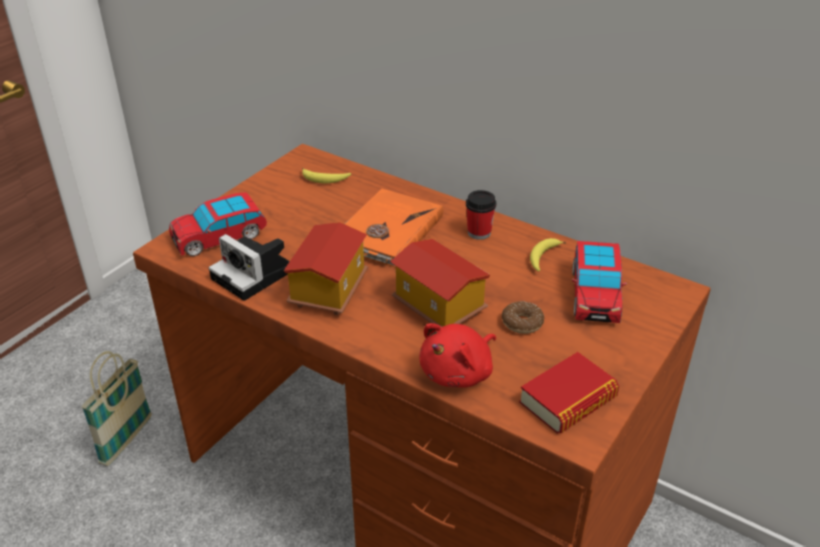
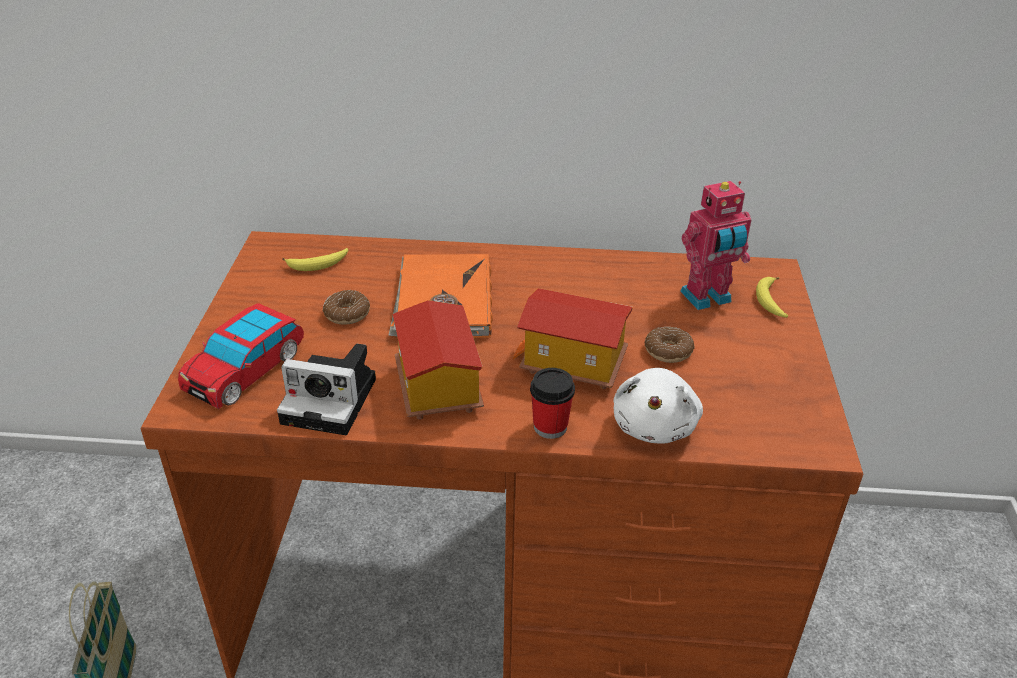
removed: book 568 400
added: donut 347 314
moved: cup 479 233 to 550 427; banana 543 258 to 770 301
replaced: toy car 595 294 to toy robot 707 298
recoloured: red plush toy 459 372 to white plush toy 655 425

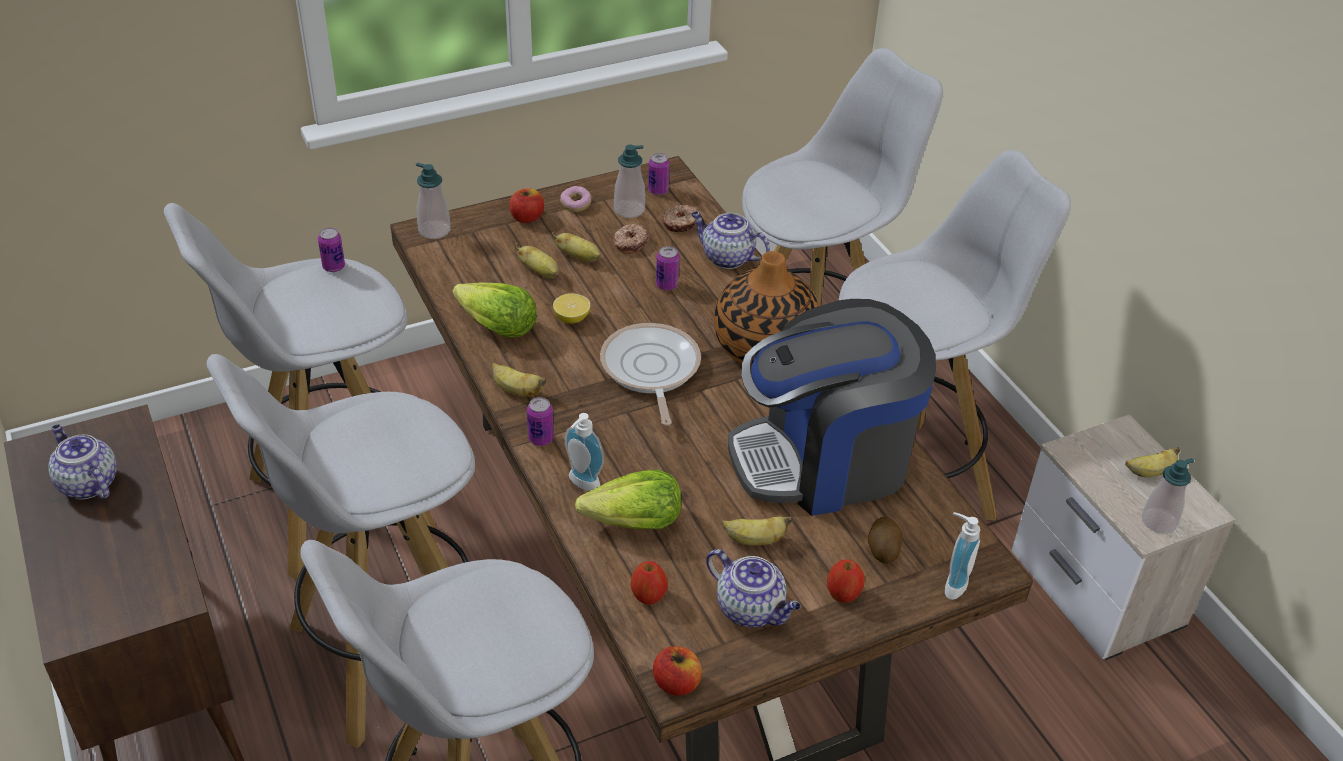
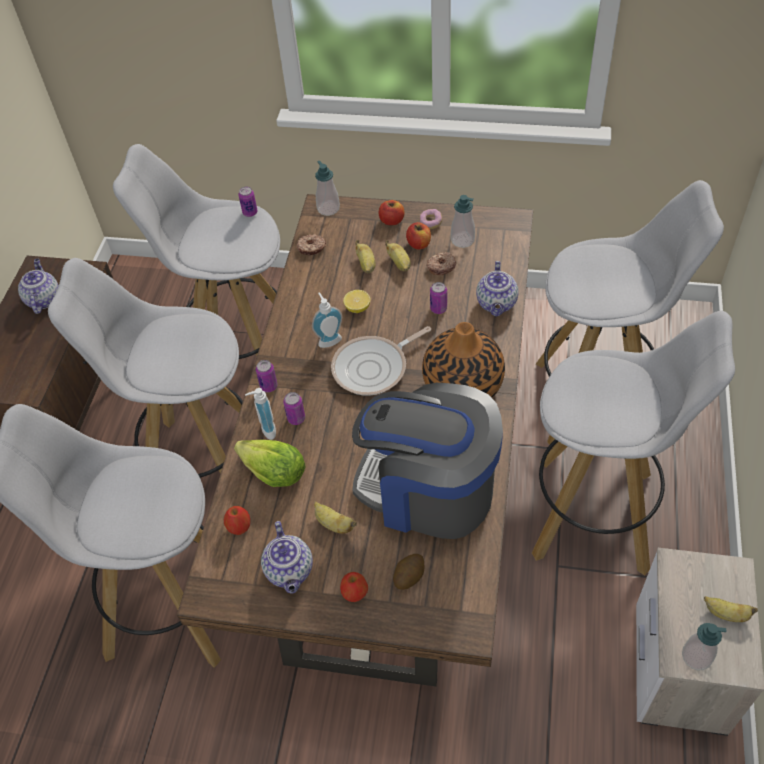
removed: lettuce 496 327; banana 516 391
moved: can 658 190 to 296 418; apple 676 683 to 419 244; donut 681 223 to 311 248; soap dispenser 951 584 to 328 339
turned: frying pan 650 370 = 374 368 150 degrees counterclockwise; teapot 726 257 = 497 304 150 degrees counterclockwise

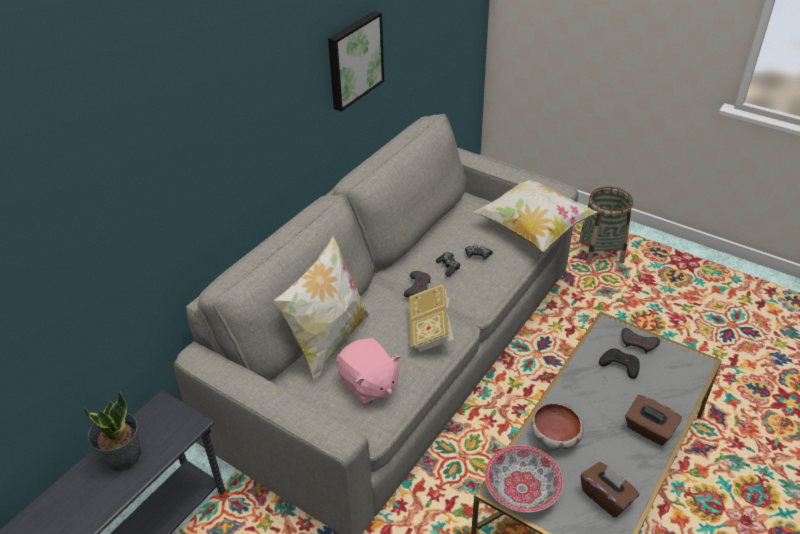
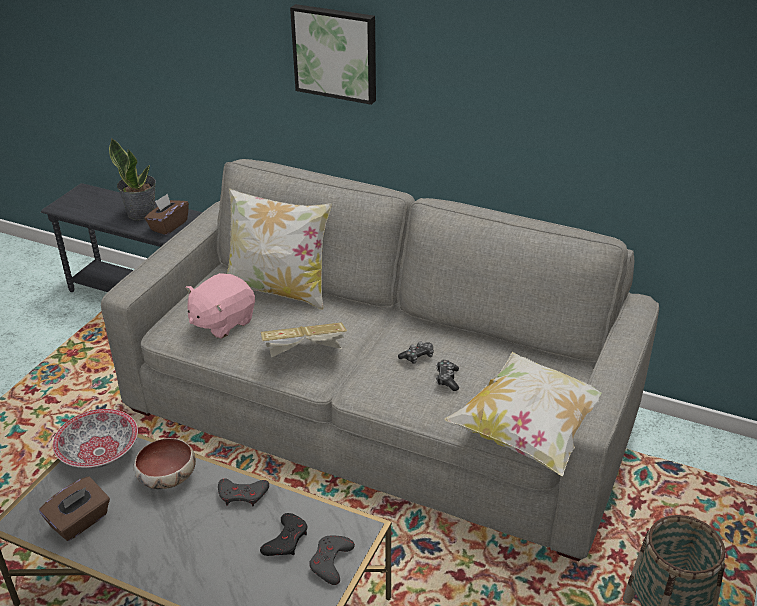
moved: picture 354 60 to 336 52; grey game controller 417 287 to 242 494; brown tissue box 649 430 to 168 226

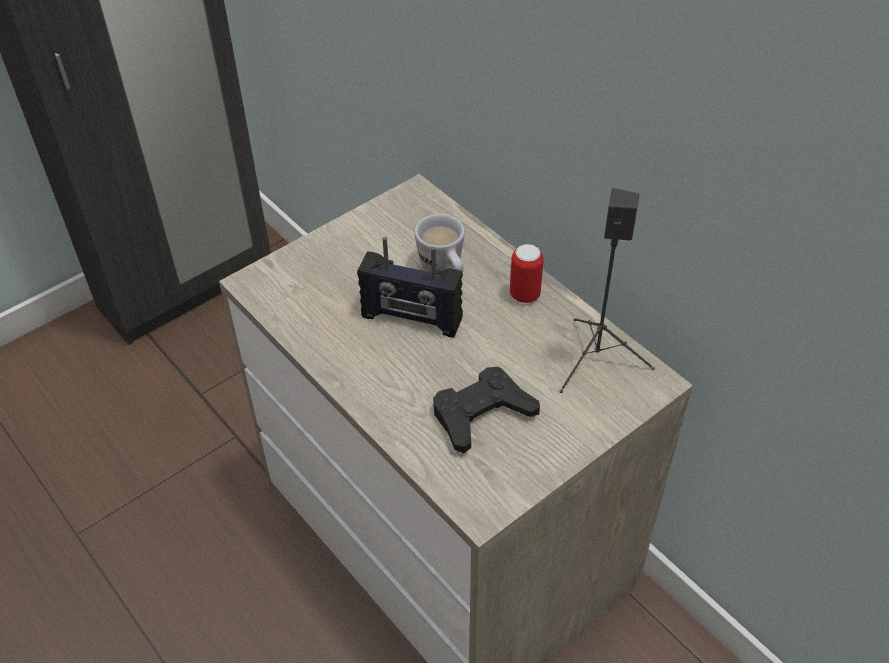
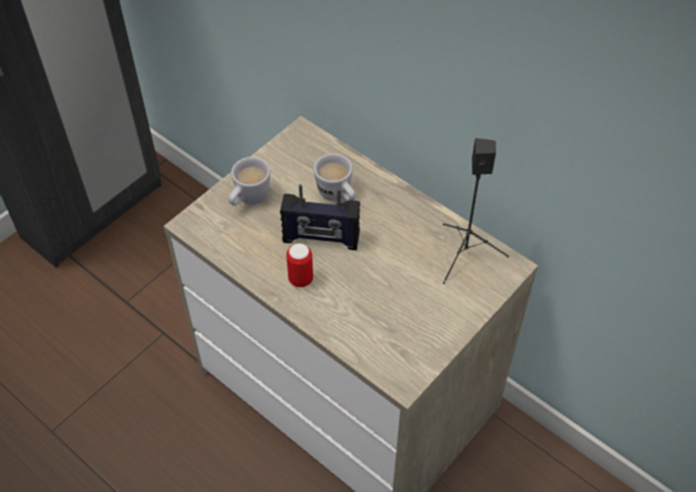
removed: black game controller 482 414
added: white mug 249 200
moved: can 524 295 to 300 279

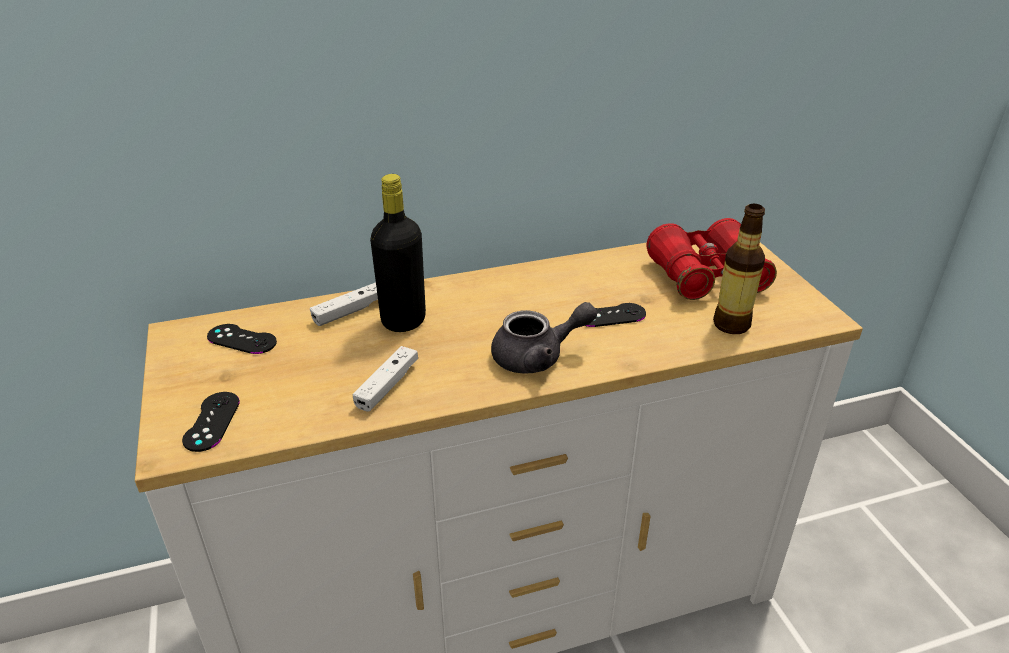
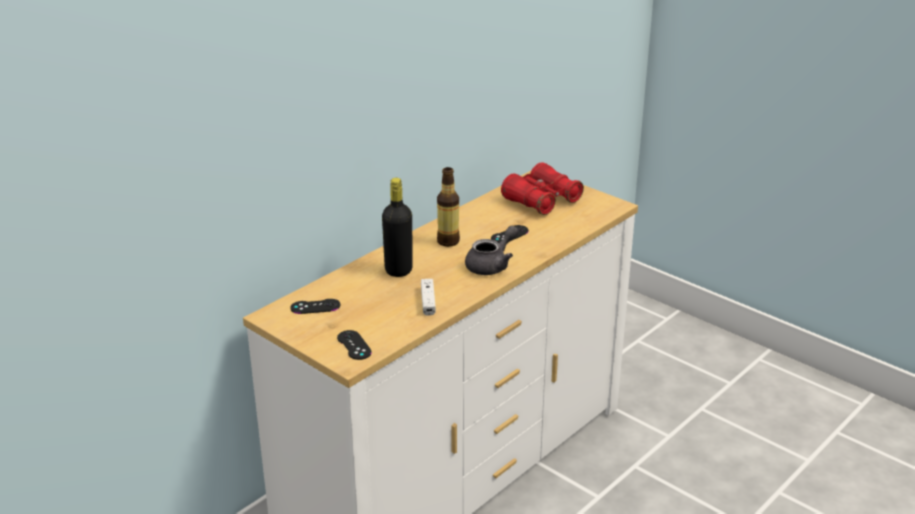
removed: white game controller 350 311
moved: bottle 731 324 to 448 241

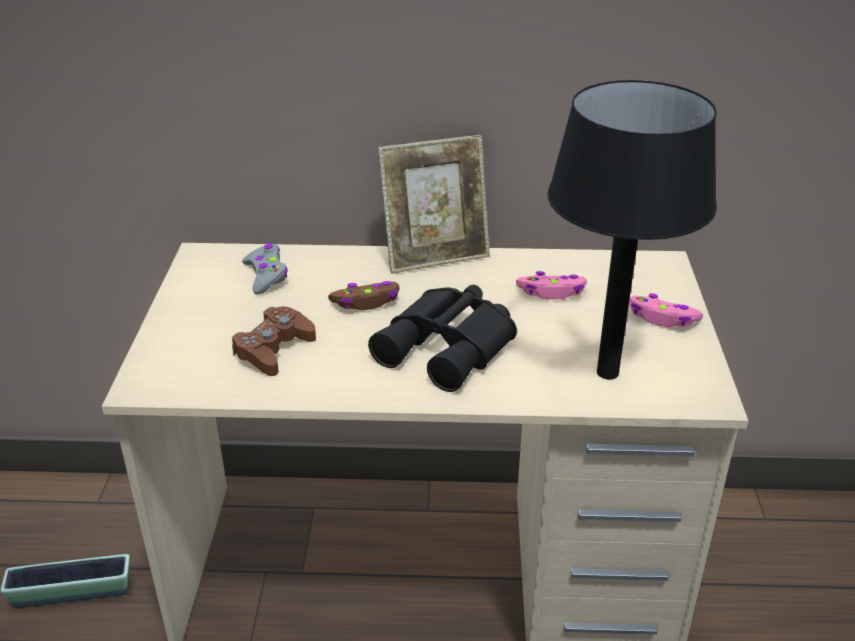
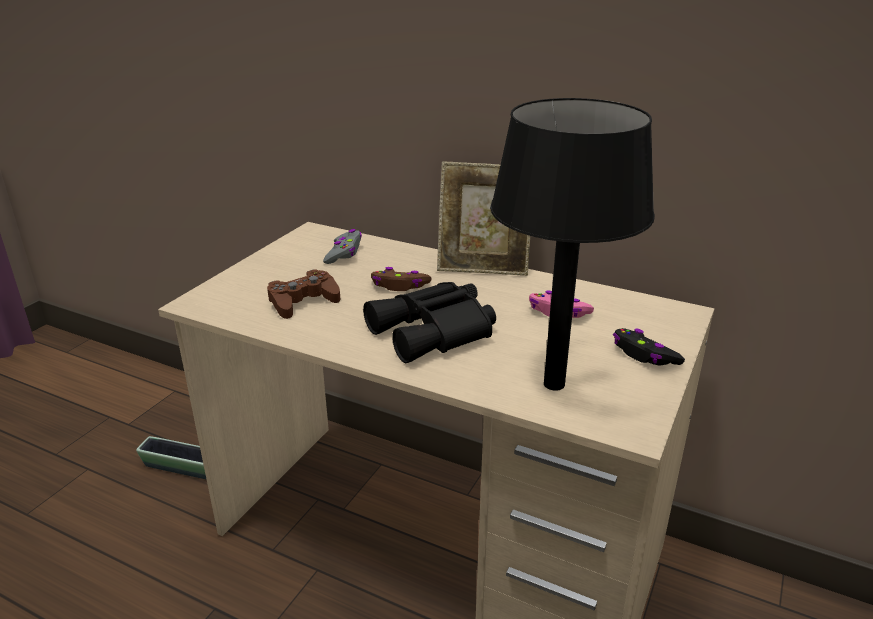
recoloured: pink game controller 662 318 to black game controller 644 355

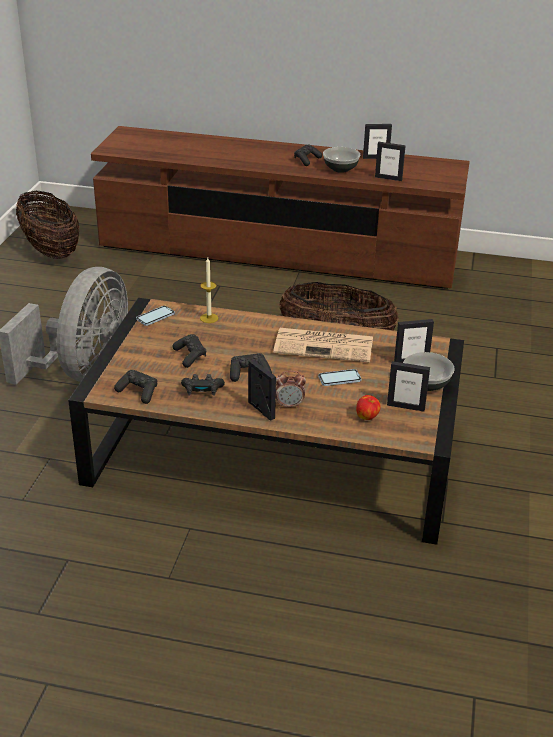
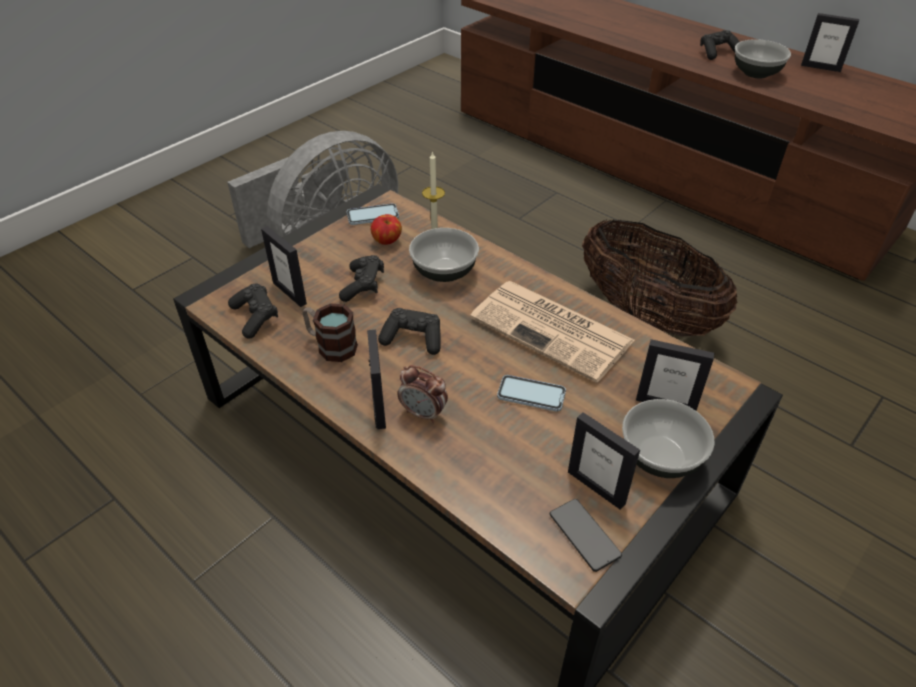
removed: basket 51 251
added: bowl 444 271; phone 584 535
moved: apple 367 417 to 387 241; picture frame 388 178 to 290 293
replaced: black game controller 202 391 to mug 331 345

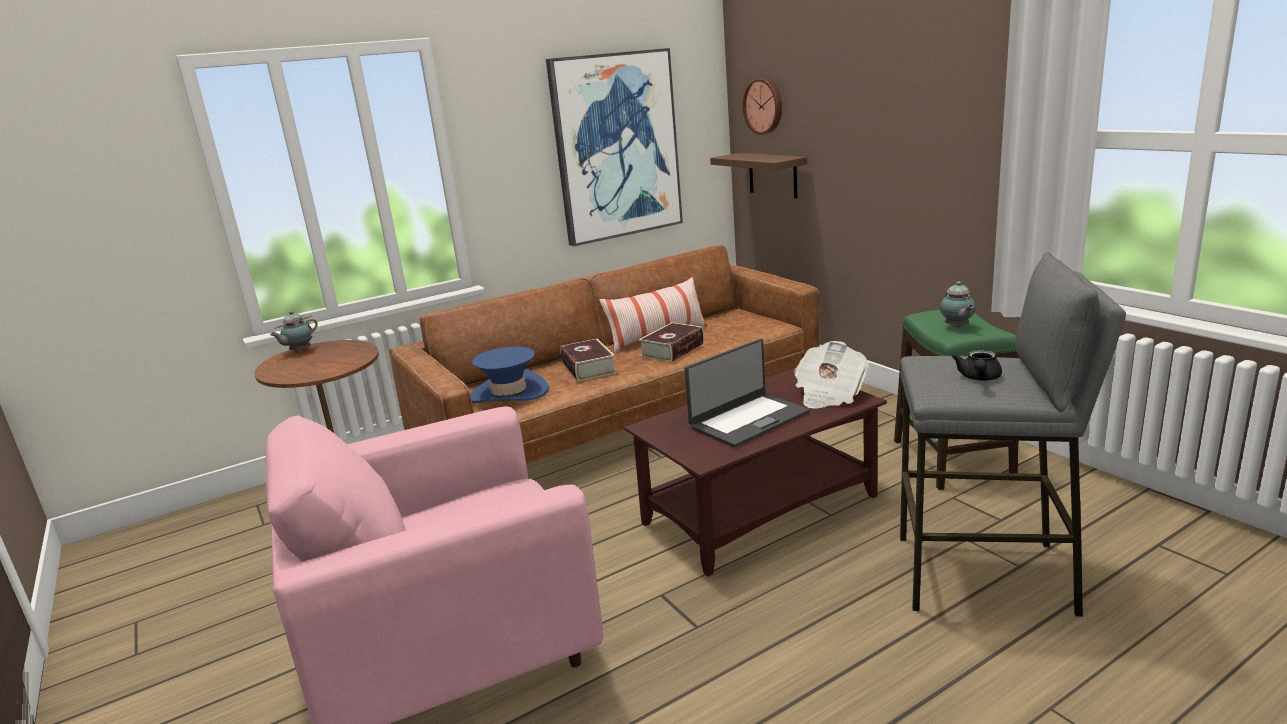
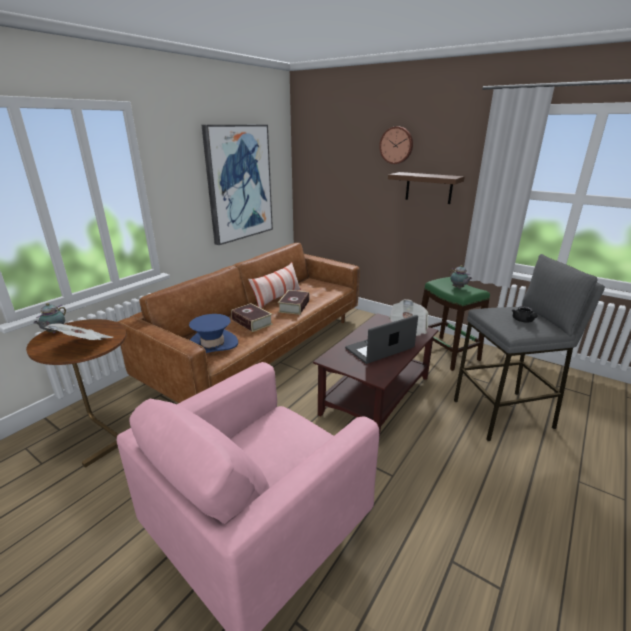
added: newspaper 84 344
moved: brown shelf 772 175 to 429 188; wall clock 764 106 to 396 145
turned: laptop 748 420 = 380 349 150 degrees counterclockwise

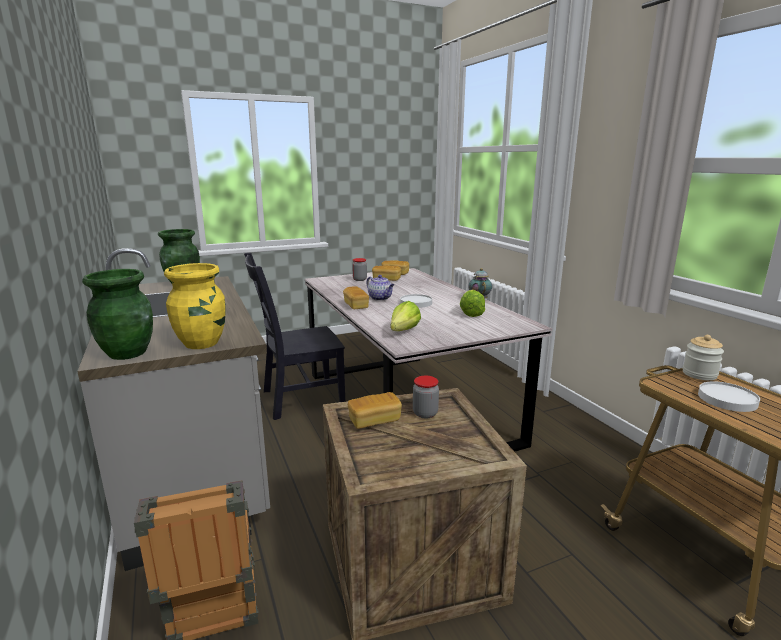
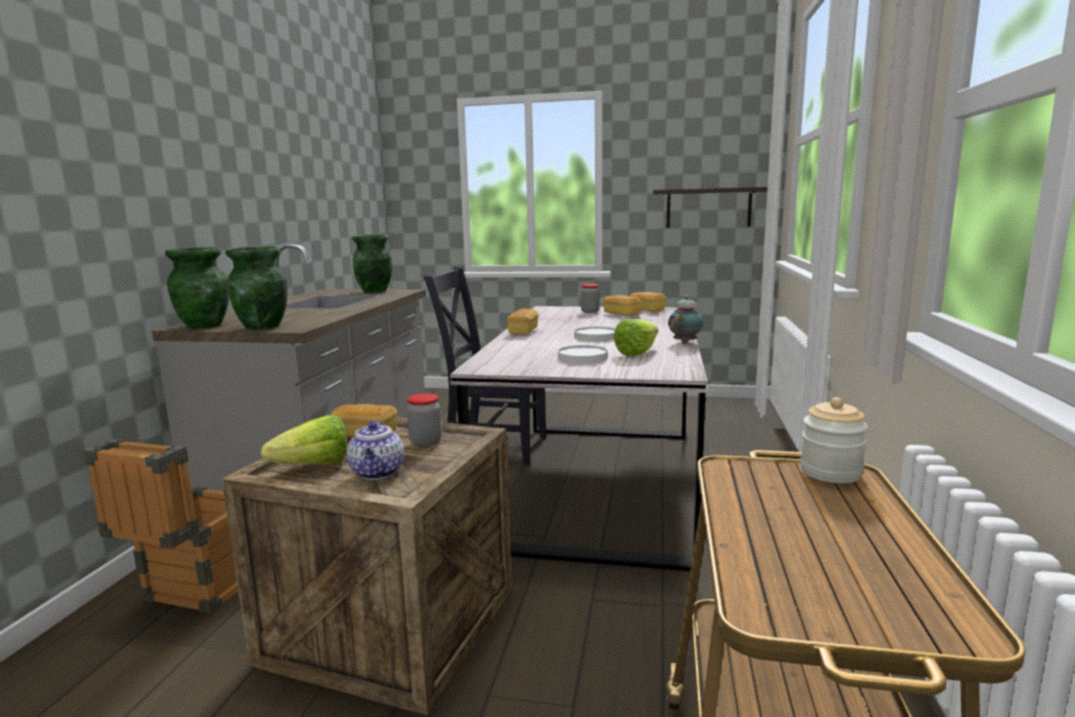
added: shelf 708 208
moved: teapot 380 298 to 377 473; lettuce 401 333 to 306 467; white plate 727 399 to 583 358
recoloured: yellow vase 202 343 to green vase 263 326

